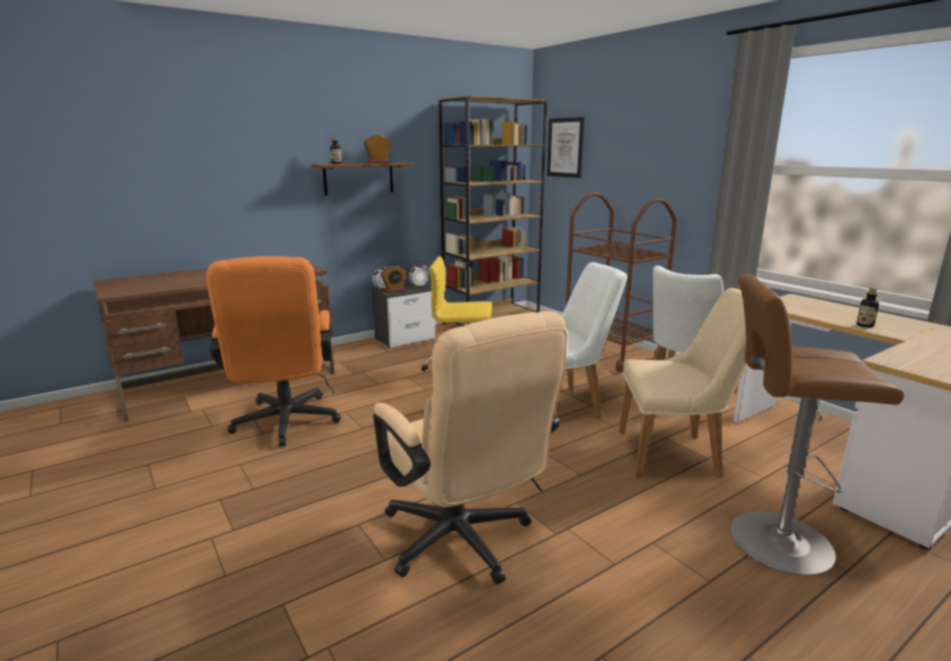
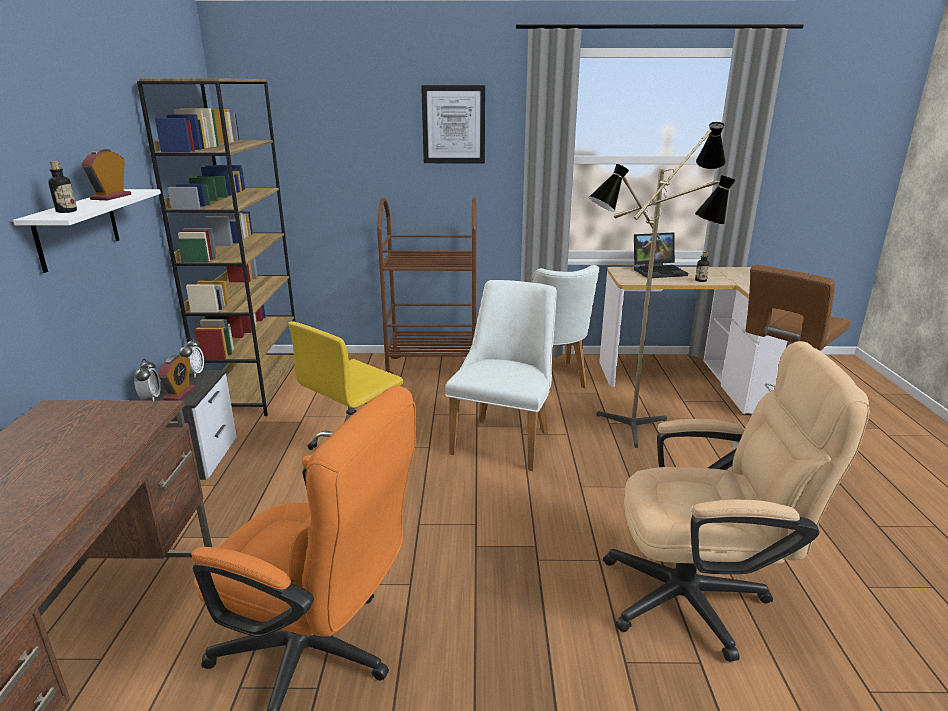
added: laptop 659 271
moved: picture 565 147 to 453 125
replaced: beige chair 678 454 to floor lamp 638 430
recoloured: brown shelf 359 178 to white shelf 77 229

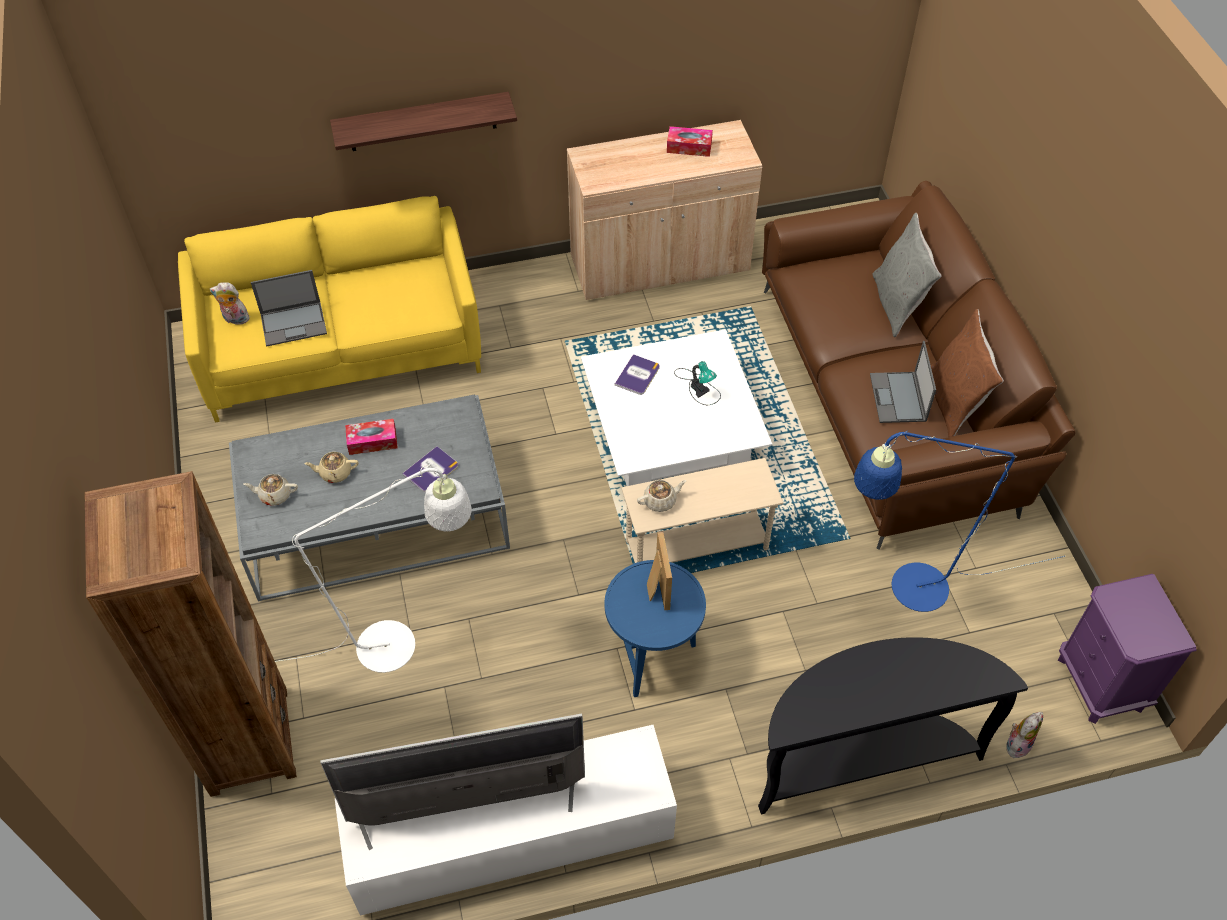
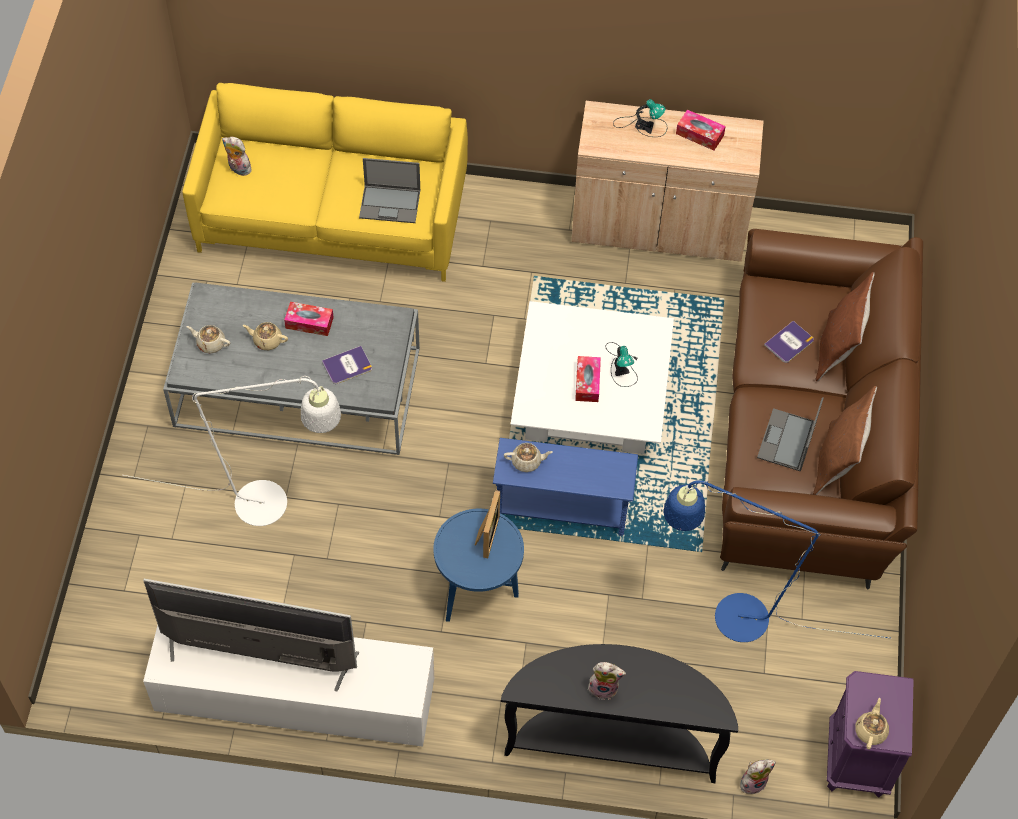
removed: brown bookcase 249 741; shelf 422 122
added: tissue box 587 383; plush toy 604 687; table lamp 642 125; beige teapot 870 730
moved: laptop 294 323 to 390 204; book 637 375 to 789 343
recoloured: beige side table 697 546 to blue side table 562 511; grey pillow 897 304 to brown pillow 837 349

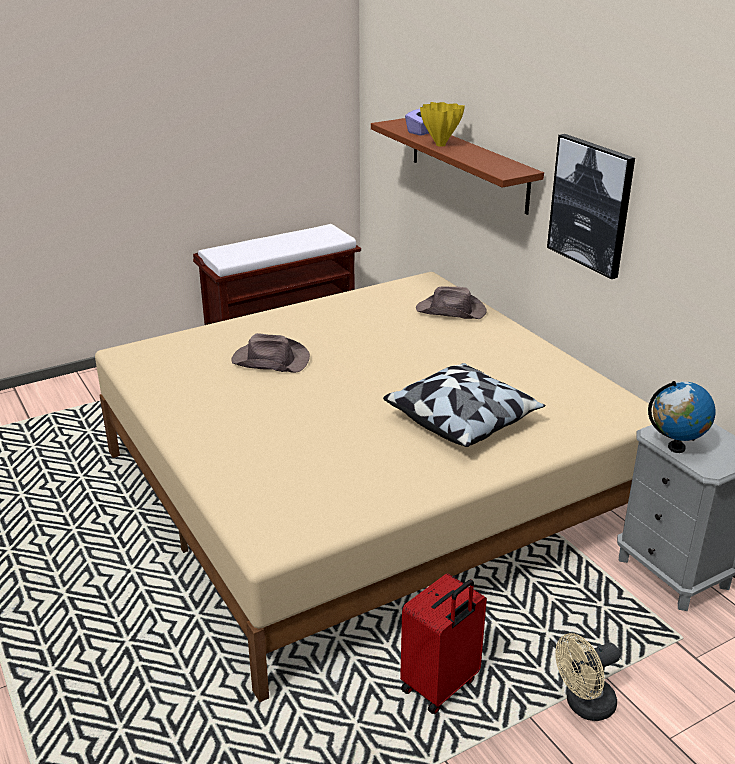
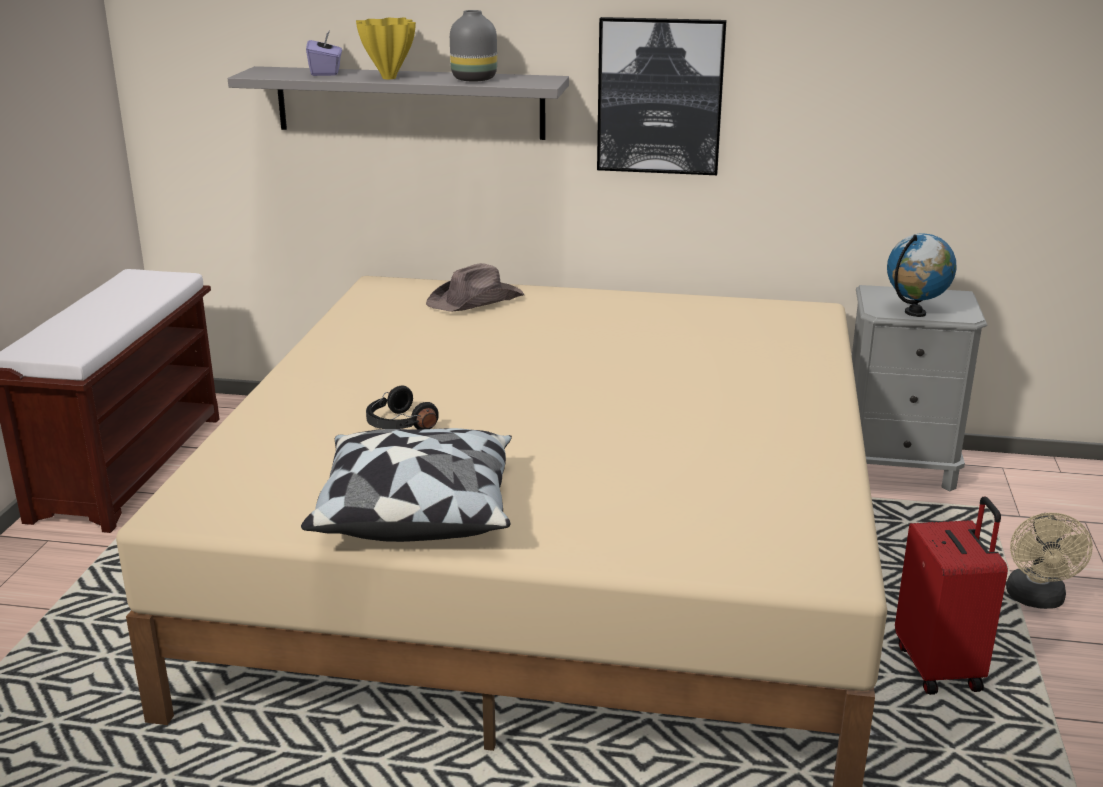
added: grey vase 475 79
moved: pillow 463 420 to 416 510
replaced: brown hat 270 360 to black headphones 398 424
recoloured: brown shelf 468 164 to grey shelf 409 102

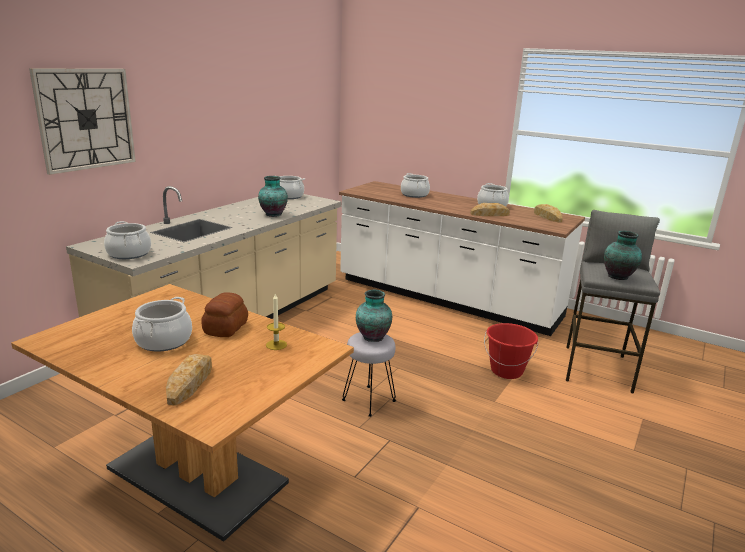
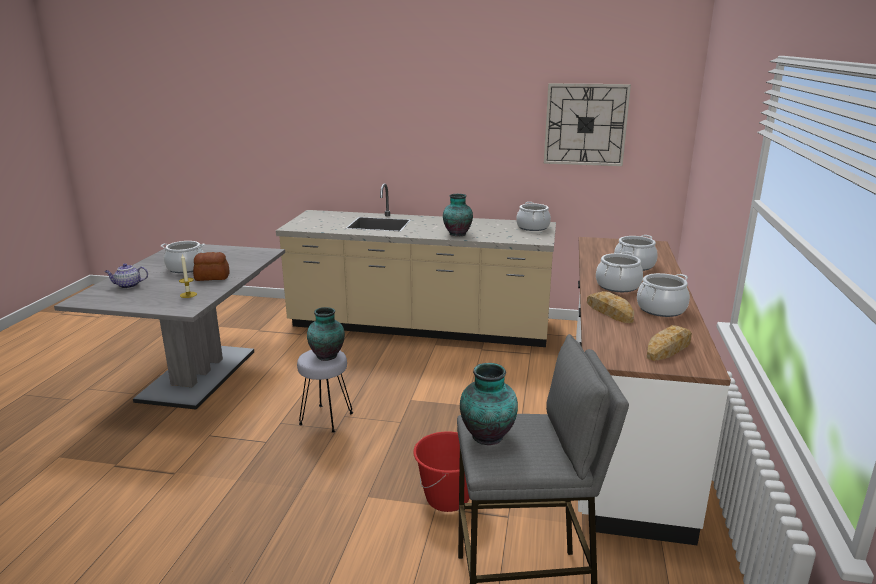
moved: wall clock 86 119 to 585 124; cooking pot 129 253 to 618 286
replaced: bread 189 383 to teapot 128 286
recoloured: brown dining table 197 476 to grey dining table 198 375

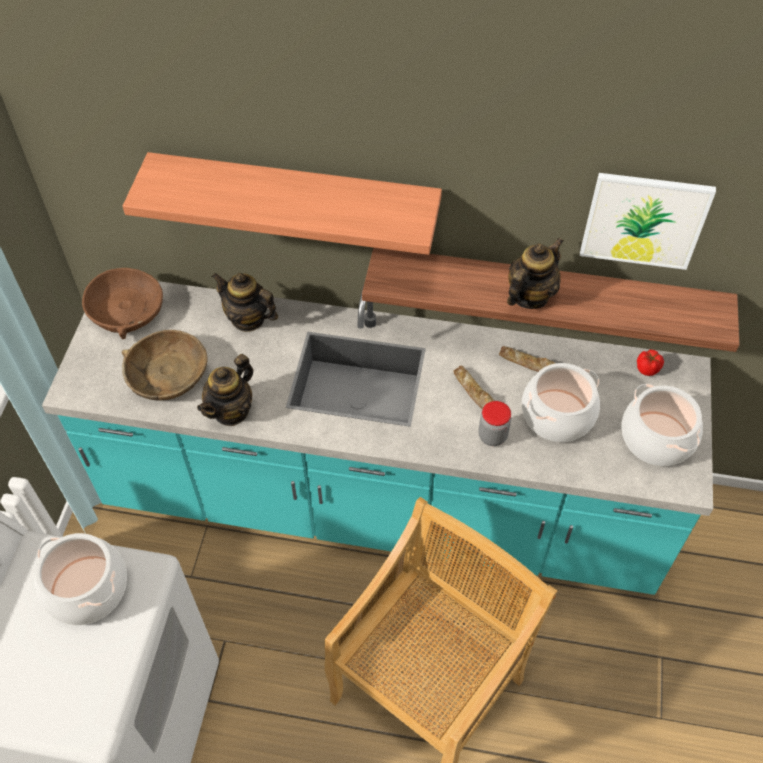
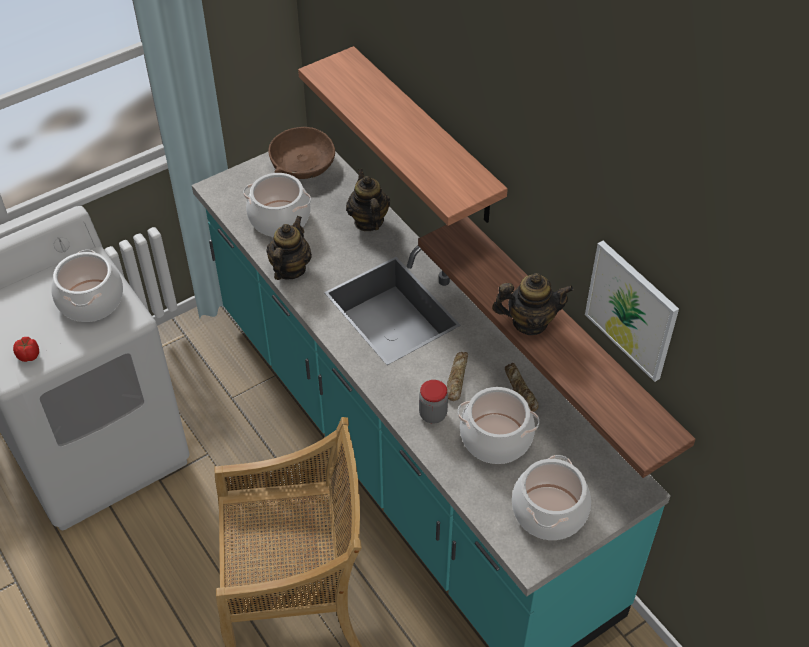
moved: tomato 648 368 to 29 356
replaced: brown bowl 167 374 to cooking pot 279 219
turned: teapot 231 411 = 290 269 120 degrees clockwise

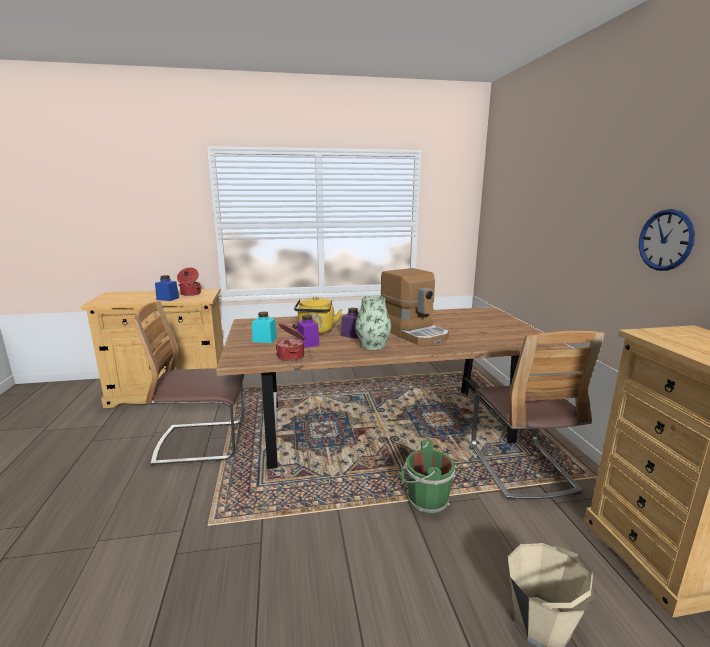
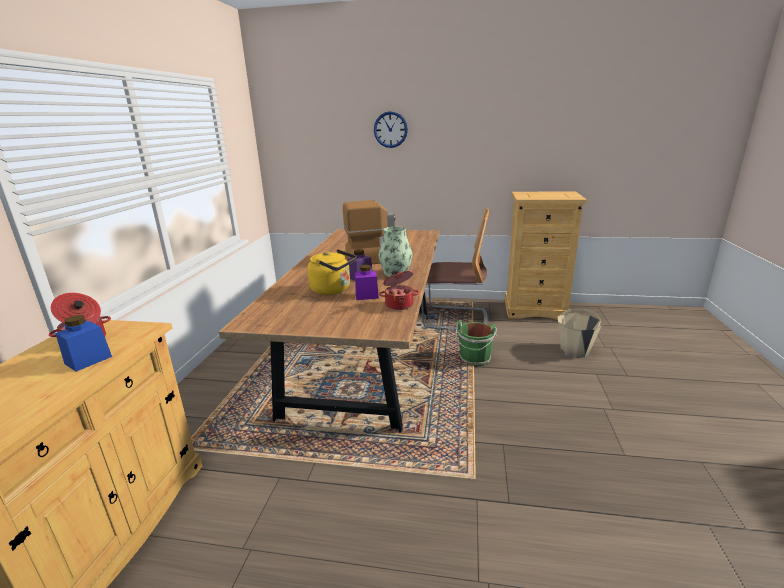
removed: chair 201 443; turquoise jar 264 340
moved: wall clock 665 240 to 390 129

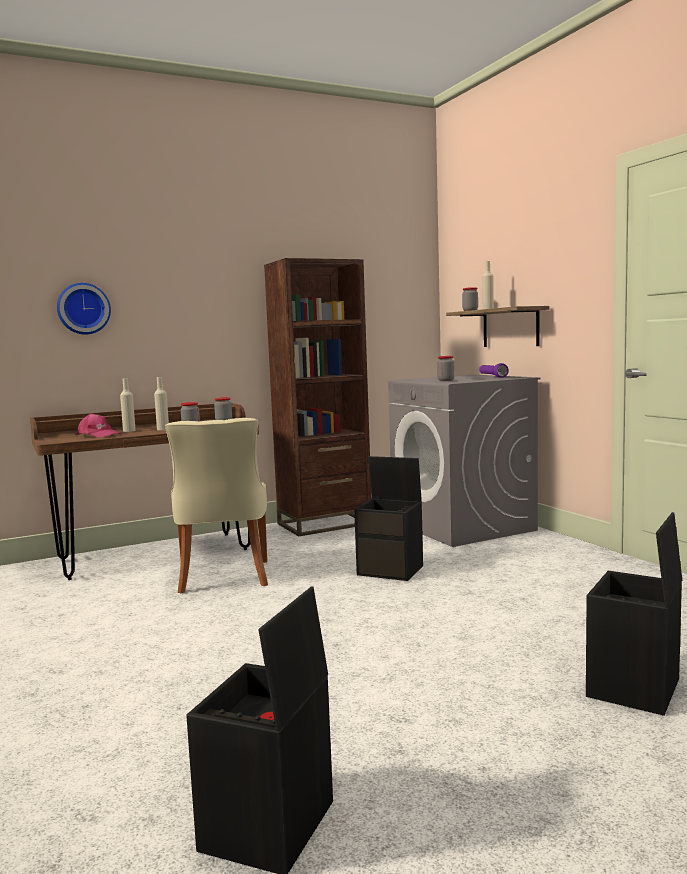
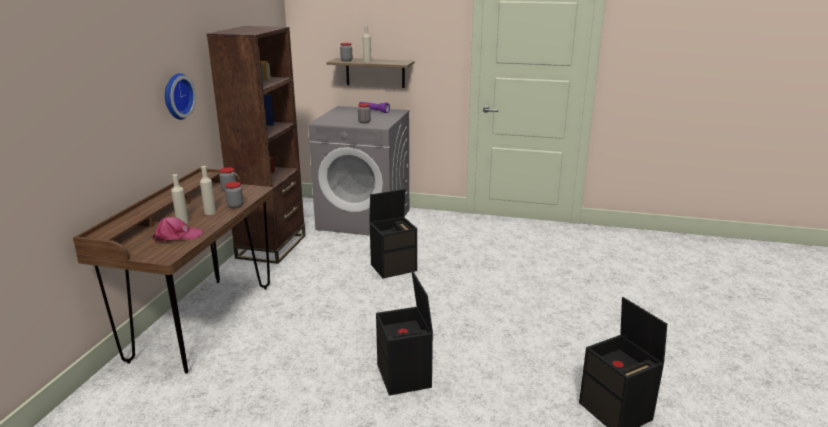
removed: beige chair 223 578
moved: wall clock 83 309 to 176 96; black storage box 634 689 to 405 376

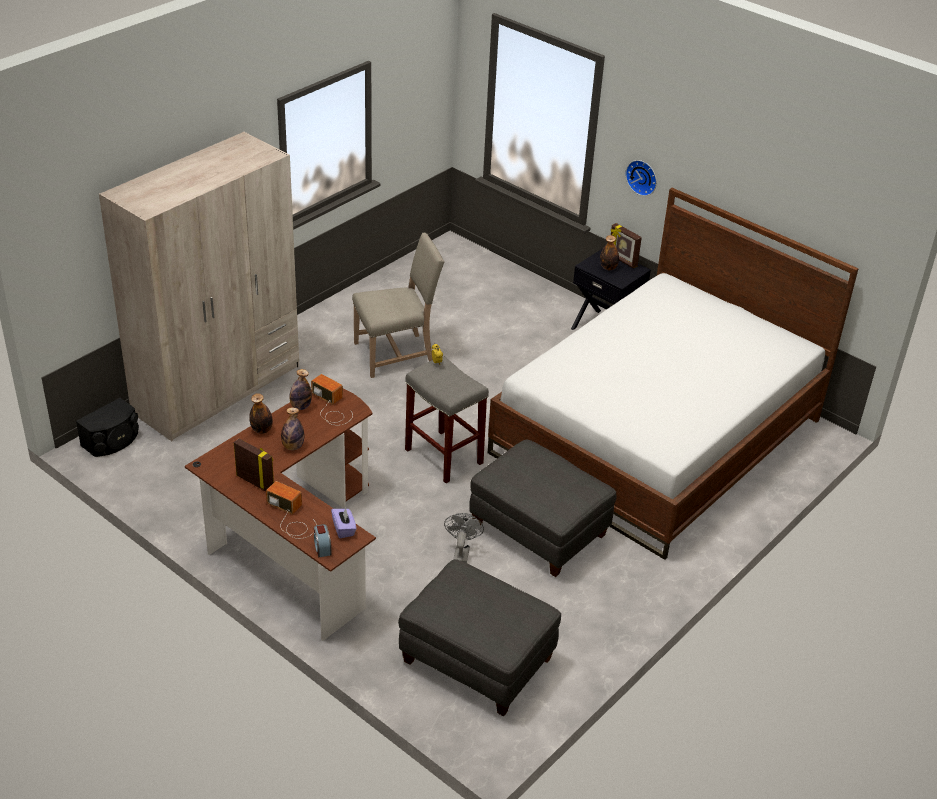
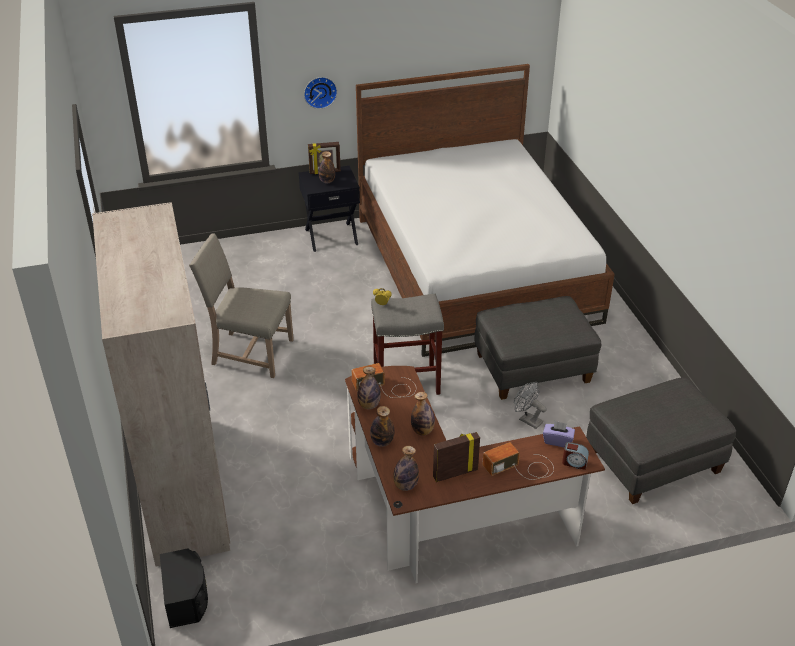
added: bottle 405 485
turned: beige chair 397 354 = 249 353 90 degrees counterclockwise

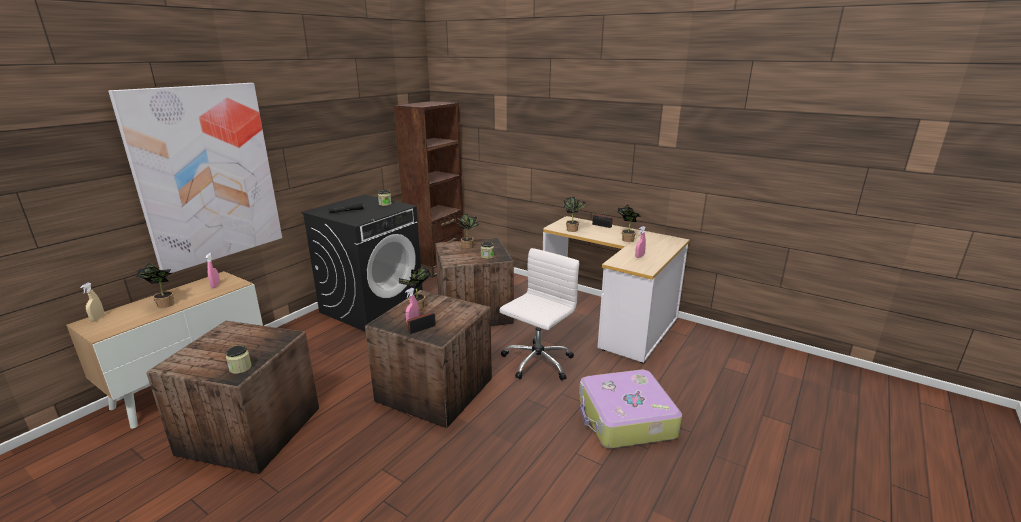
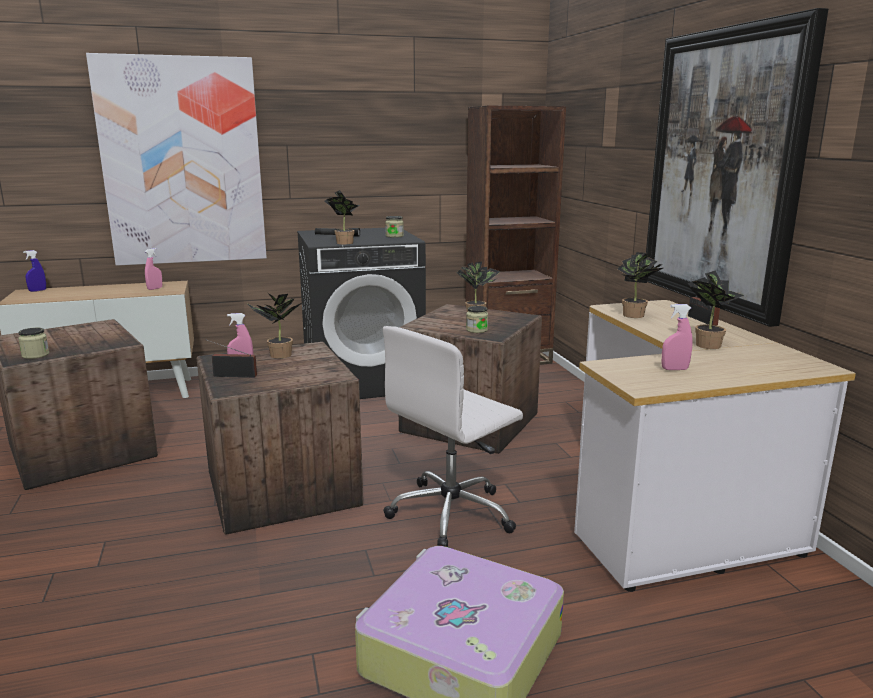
added: picture 722 170
moved: potted plant 163 304 to 343 242
recoloured: beige spray bottle 98 318 to blue spray bottle 37 290
turned: white office chair 536 362 = 452 513 150 degrees clockwise

